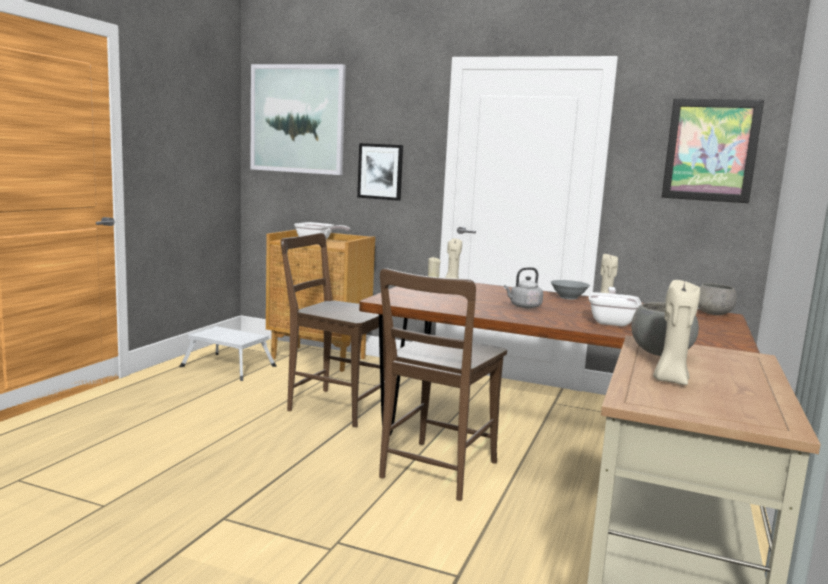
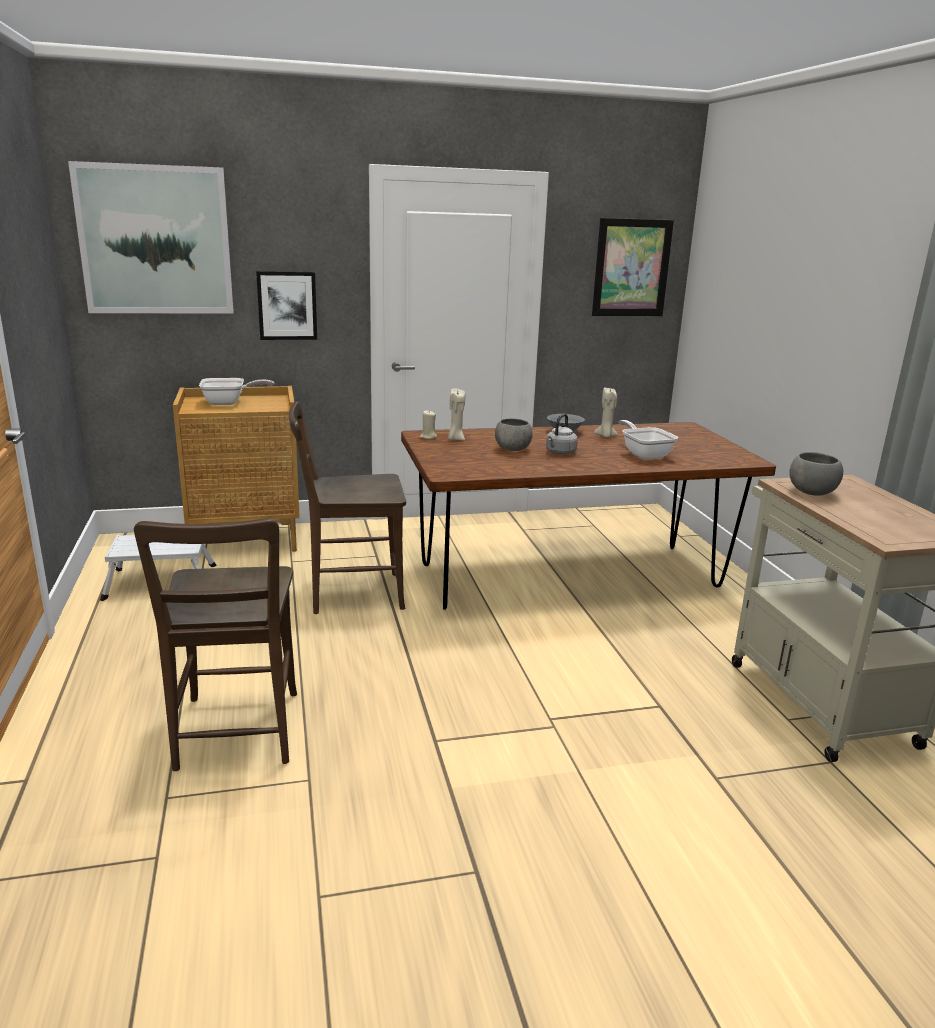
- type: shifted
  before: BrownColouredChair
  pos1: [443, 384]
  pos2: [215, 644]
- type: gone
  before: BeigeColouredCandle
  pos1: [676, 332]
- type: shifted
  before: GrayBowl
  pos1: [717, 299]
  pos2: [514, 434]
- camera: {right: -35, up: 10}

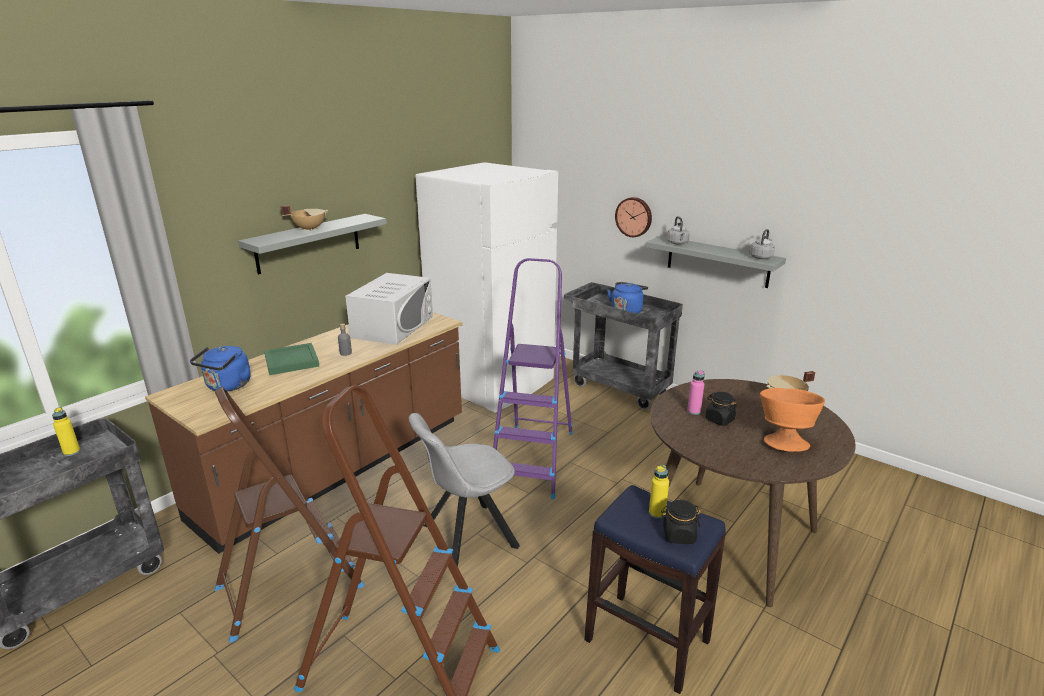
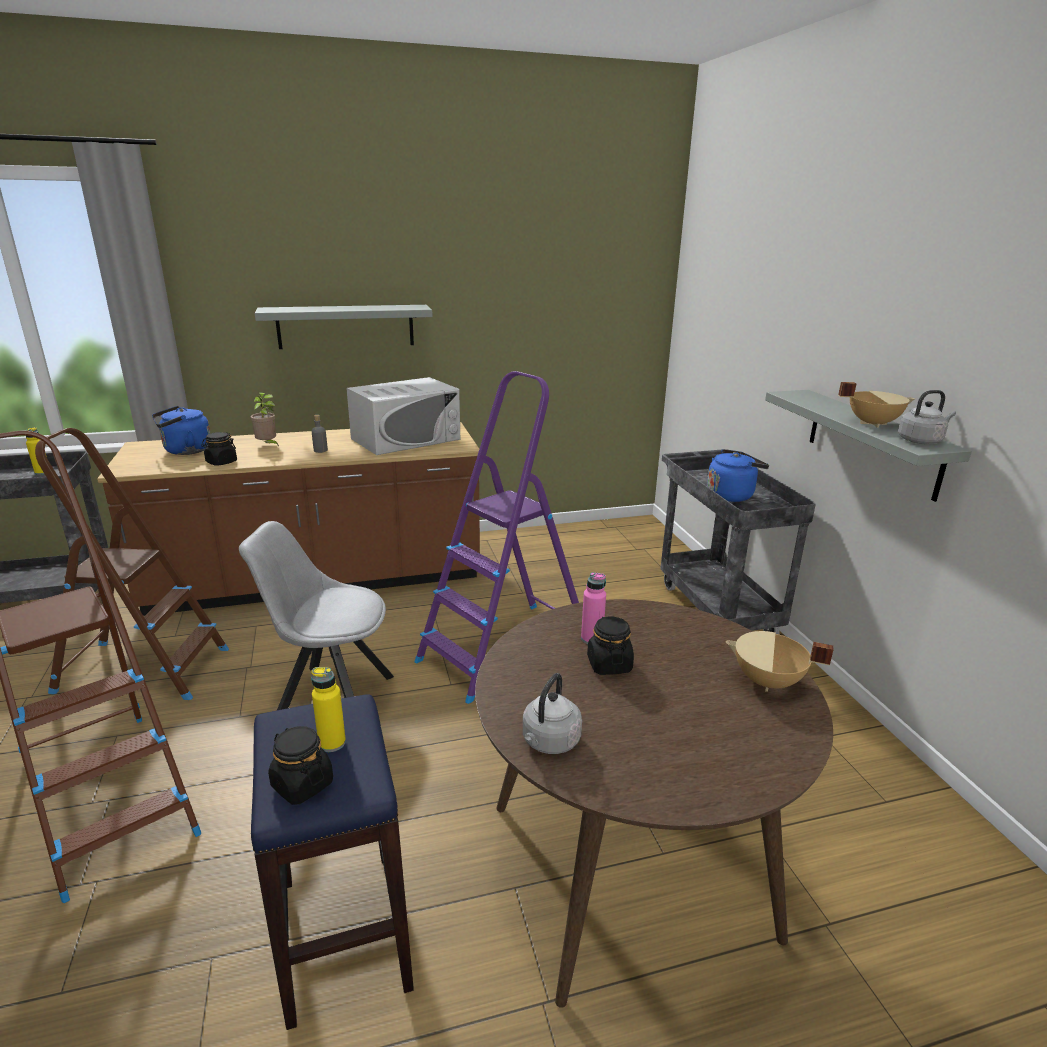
- type: swapped
  before: GreenishCarryingTray
  after: Houseplant
  pos1: [291, 359]
  pos2: [264, 419]
- type: shifted
  before: BeigeColouredStockpot
  pos1: [304, 218]
  pos2: [876, 405]
- type: gone
  before: WhitishRefrigerator
  pos1: [487, 287]
- type: gone
  before: WallClock
  pos1: [633, 217]
- type: shifted
  before: GrayWaterKettle
  pos1: [678, 230]
  pos2: [552, 713]
- type: gone
  before: OrangeColouredBowl
  pos1: [792, 420]
- type: new
  after: BlackColouredPreserveJar
  pos2: [219, 449]
- camera: {right: 35, up: 0}

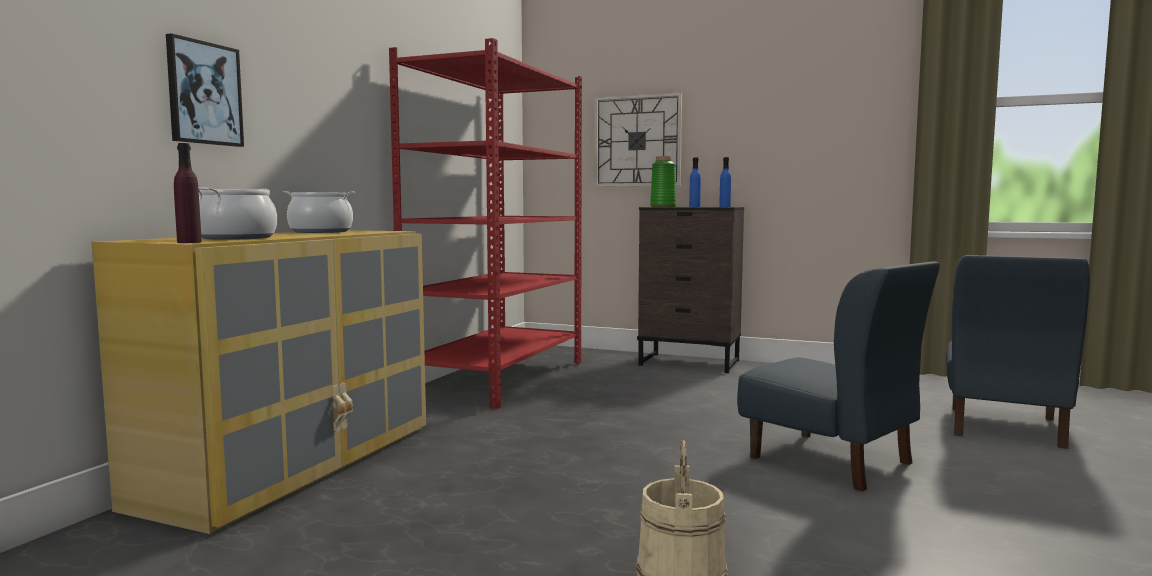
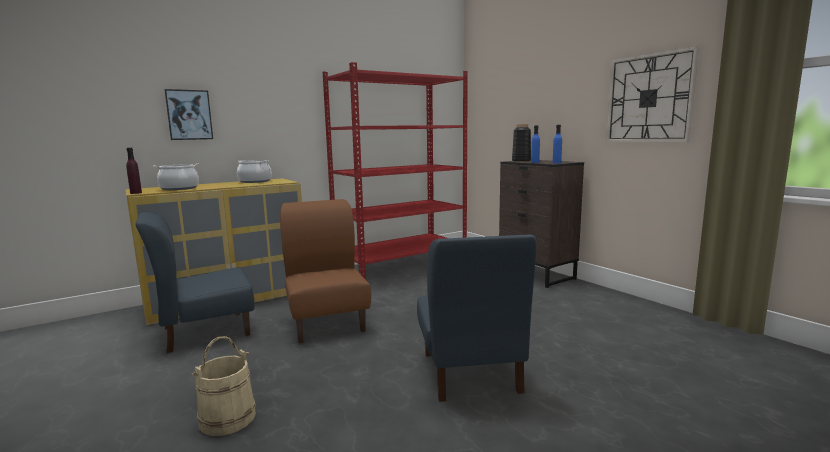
- type: shifted
  before: WallClock
  pos1: [638, 139]
  pos2: [652, 94]
- type: repainted
  before: GreenishFlowerVase
  after: BlackColouredFlowerVase
  pos1: [663, 181]
  pos2: [521, 143]
- type: shifted
  before: BlueChair
  pos1: [1018, 352]
  pos2: [195, 282]
- type: new
  after: BrownColouredChair
  pos2: [325, 271]
- camera: {right: 35, up: 5}

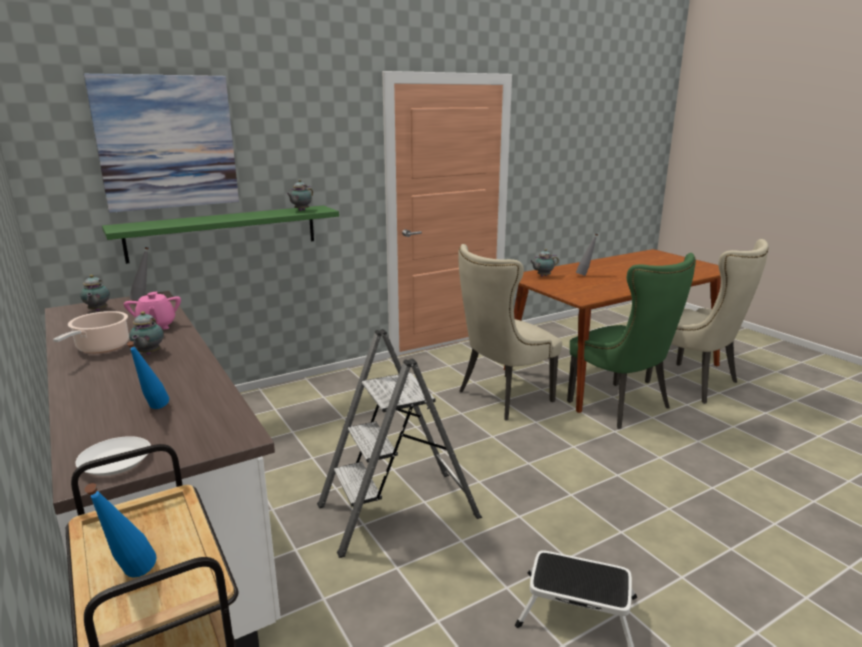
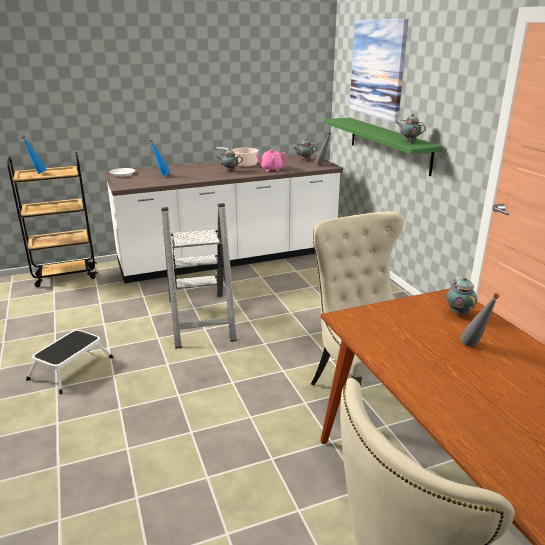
- type: gone
  before: GreenishChair
  pos1: [631, 341]
- camera: {right: 100, up: 5}

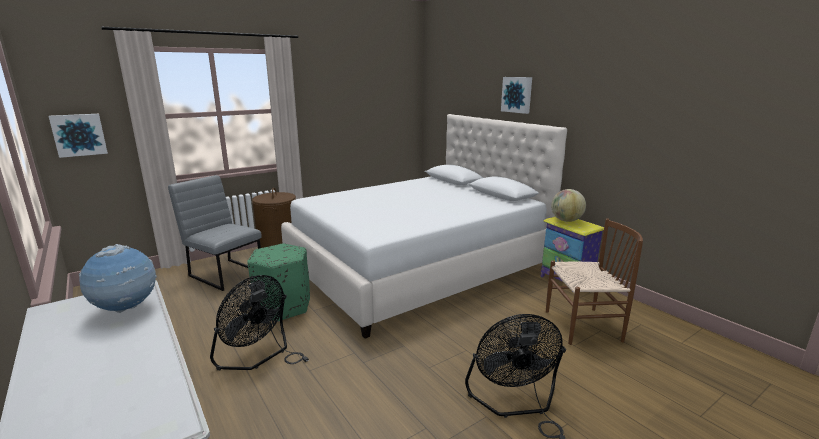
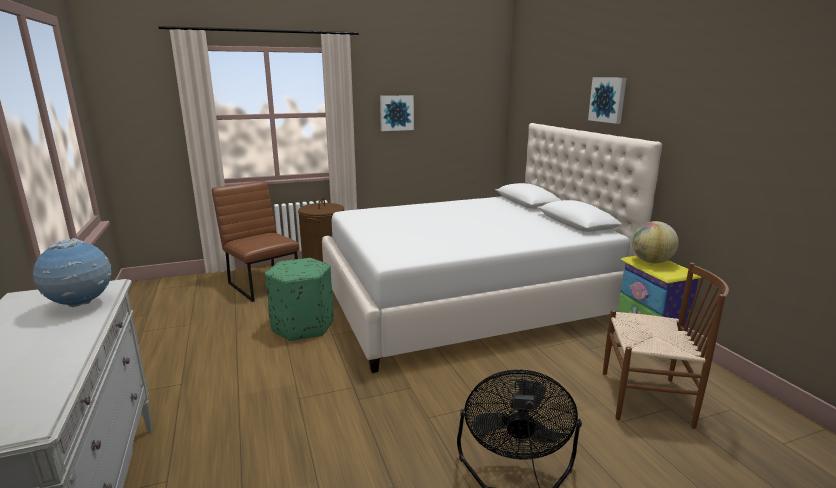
- type: shifted
  before: WallPicture
  pos1: [78, 136]
  pos2: [397, 113]
- type: repainted
  before: GrayChair
  after: BrownColouredChair
  pos1: [215, 233]
  pos2: [255, 241]
- type: gone
  before: BlackColouredElectricFan
  pos1: [259, 322]
- camera: {right: 15, up: 0}

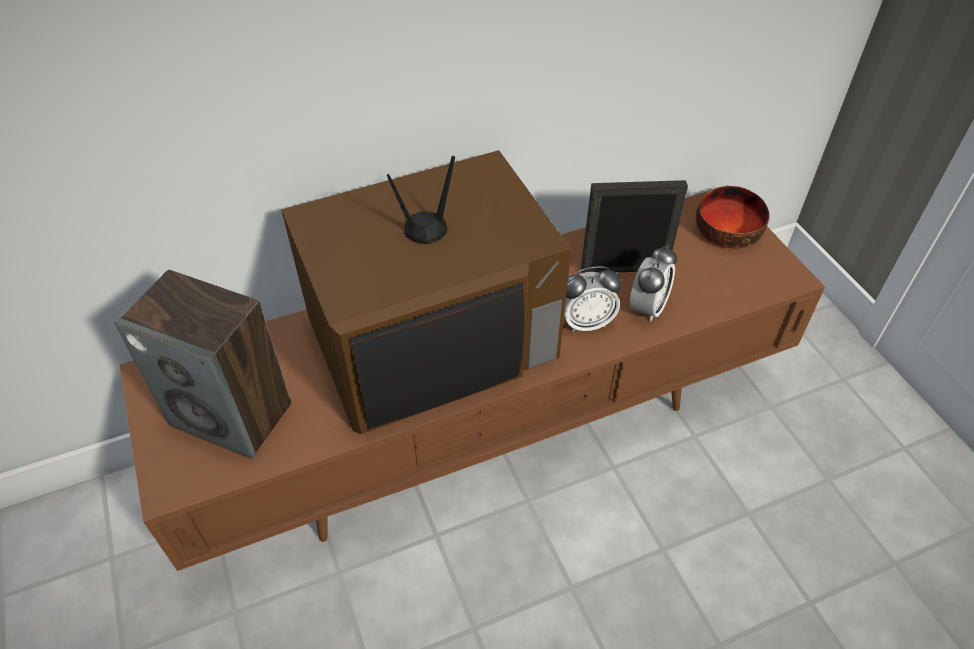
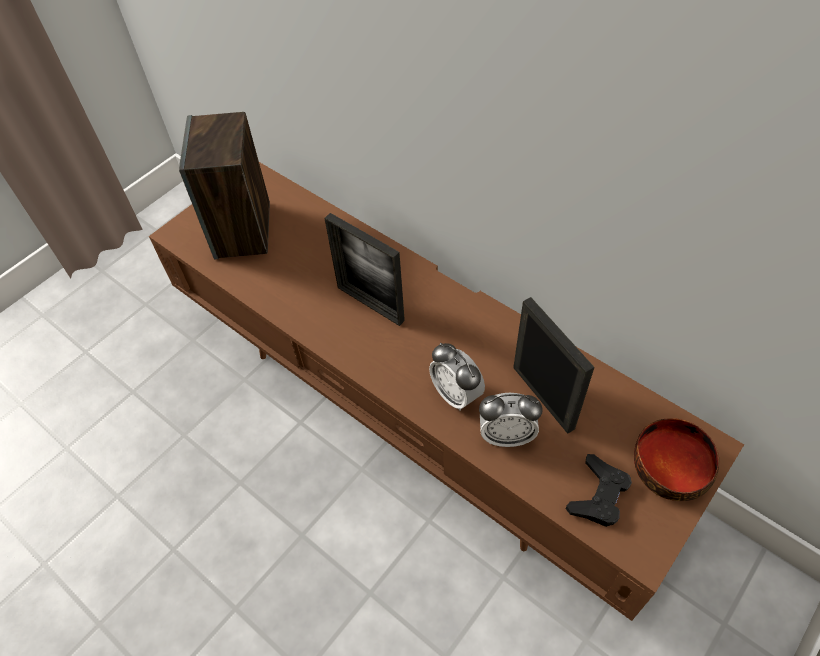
- type: swapped
  before: Television
  after: PhotoFrame
  pos1: [426, 292]
  pos2: [364, 269]
- type: new
  after: BlackColouredGamepad
  pos2: [599, 490]
- camera: {right: 65, up: 5}

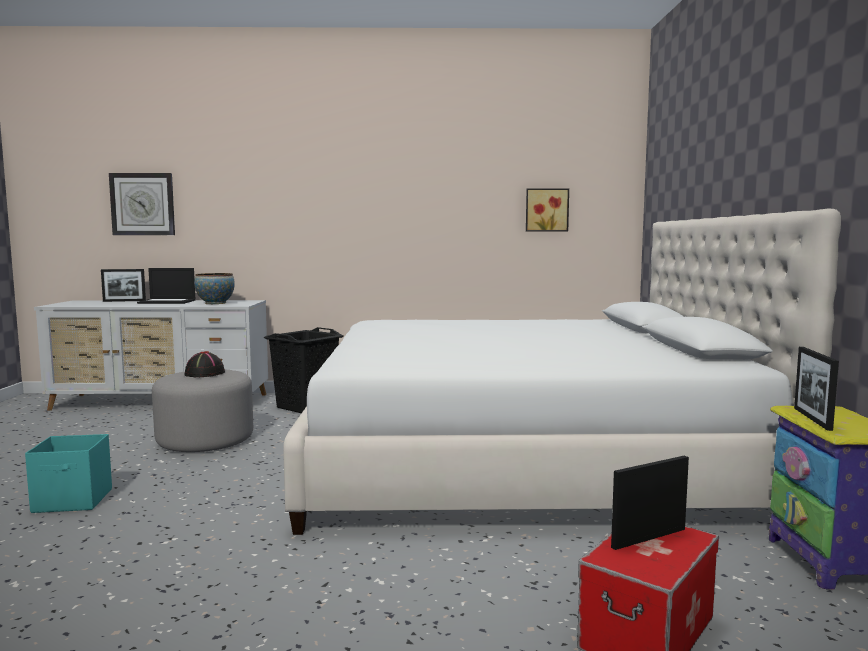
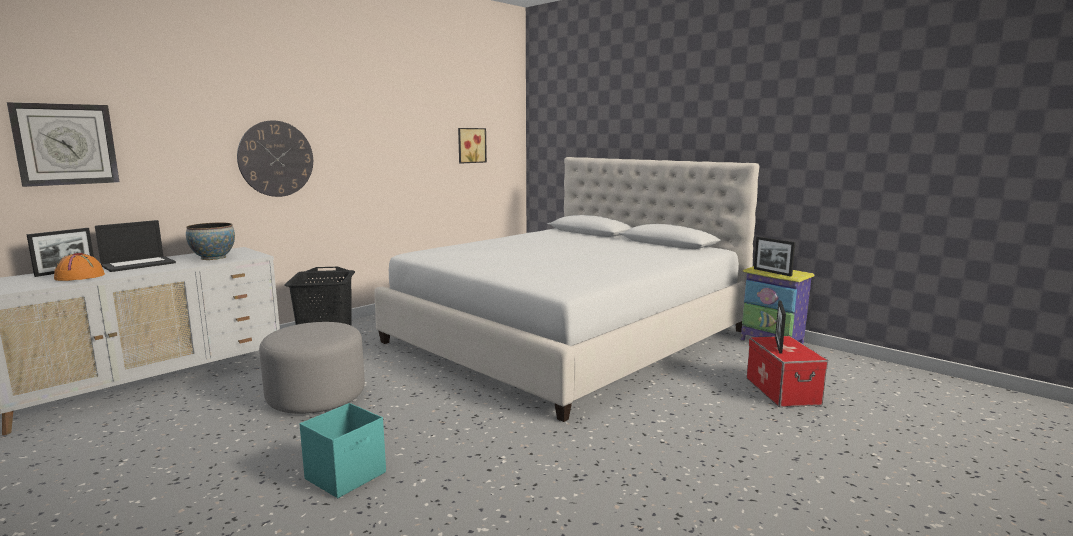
- type: gone
  before: BlackColouredClothingHat
  pos1: [204, 364]
- type: new
  after: OrangeColouredClothingHat
  pos2: [79, 267]
- type: new
  after: WallClock
  pos2: [275, 159]
- camera: {right: -45, up: 5}

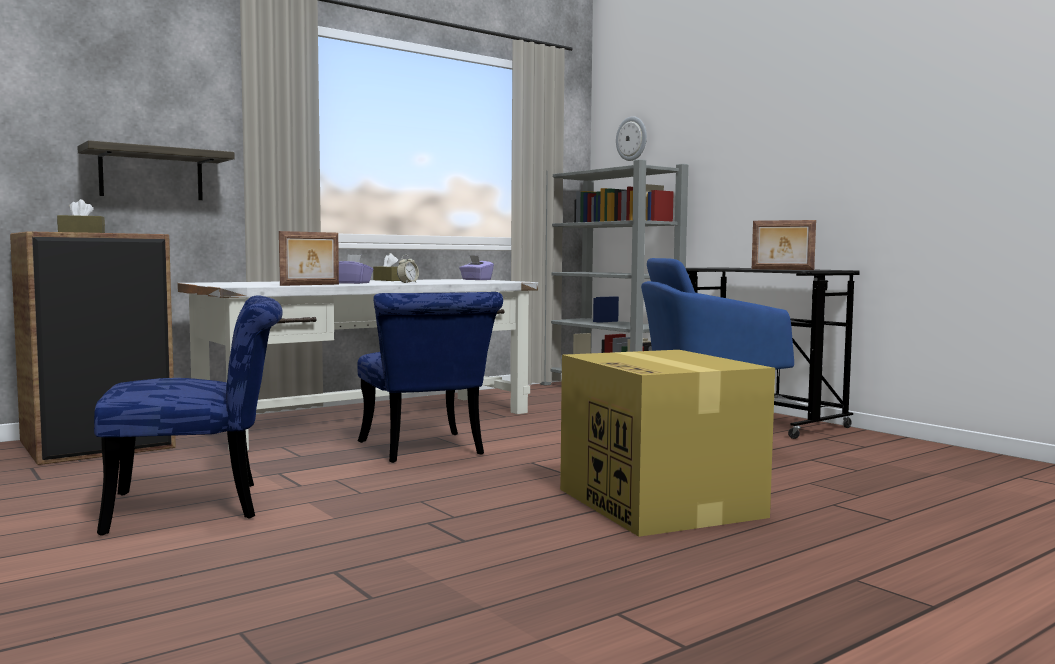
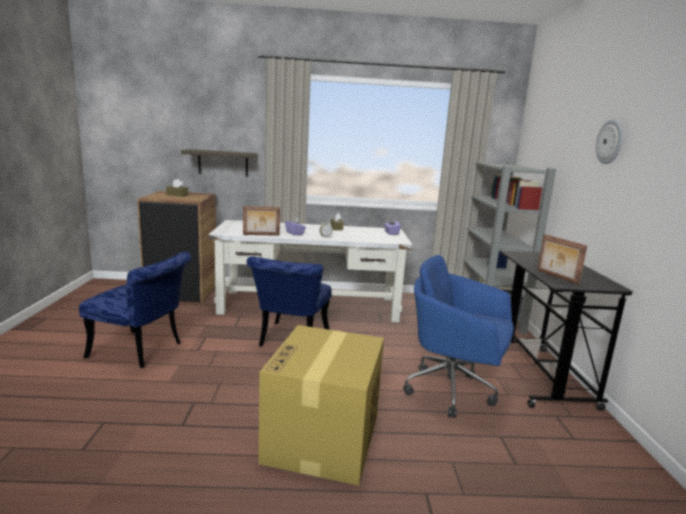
- type: shifted
  before: WallClock
  pos1: [631, 138]
  pos2: [609, 141]
- camera: {right: 35, up: 10}

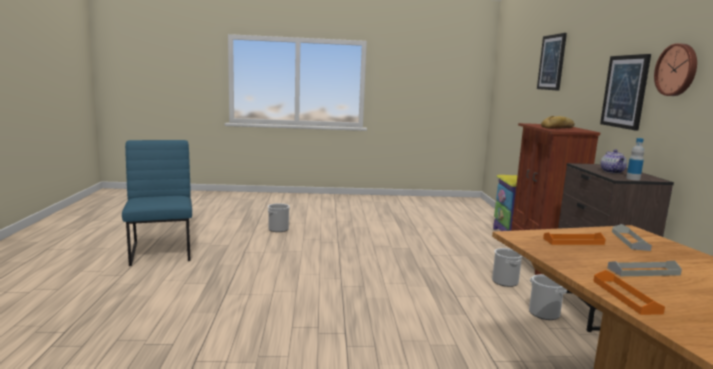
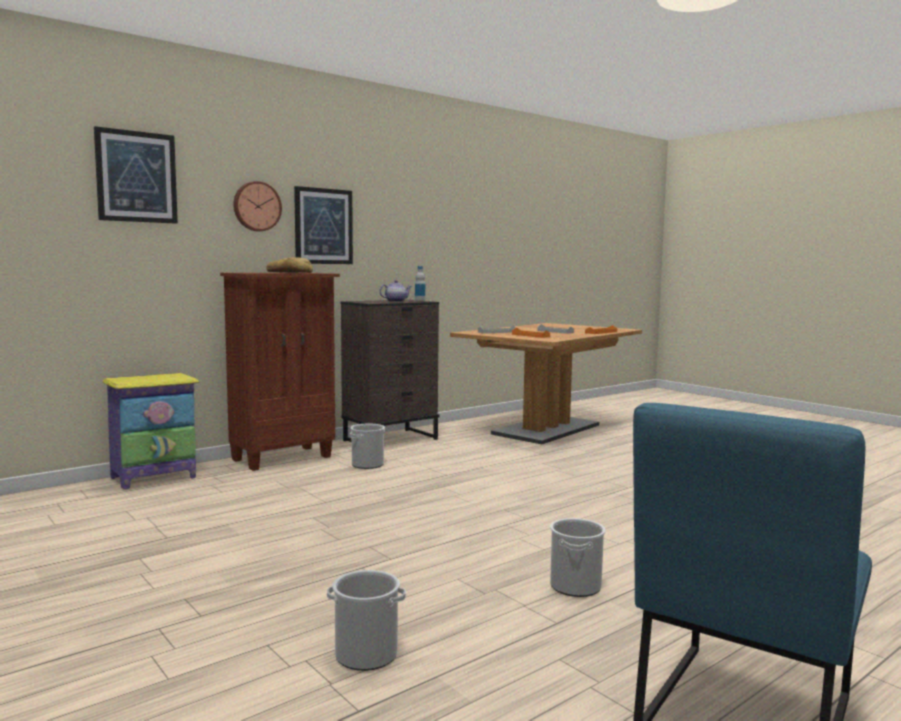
- type: shifted
  before: Bucket
  pos1: [548, 297]
  pos2: [578, 557]
- type: shifted
  before: WallClock
  pos1: [675, 69]
  pos2: [257, 206]
- camera: {right: -125, up: -5}

